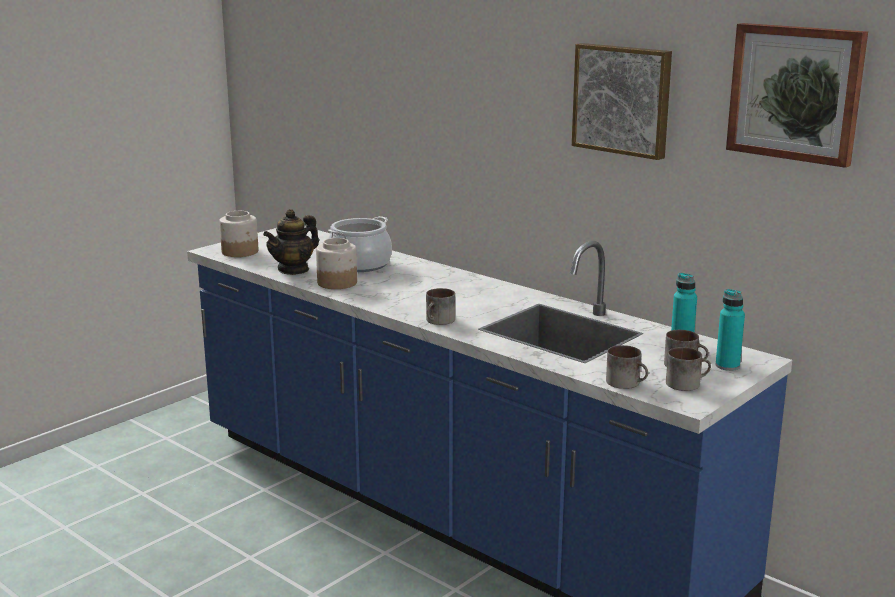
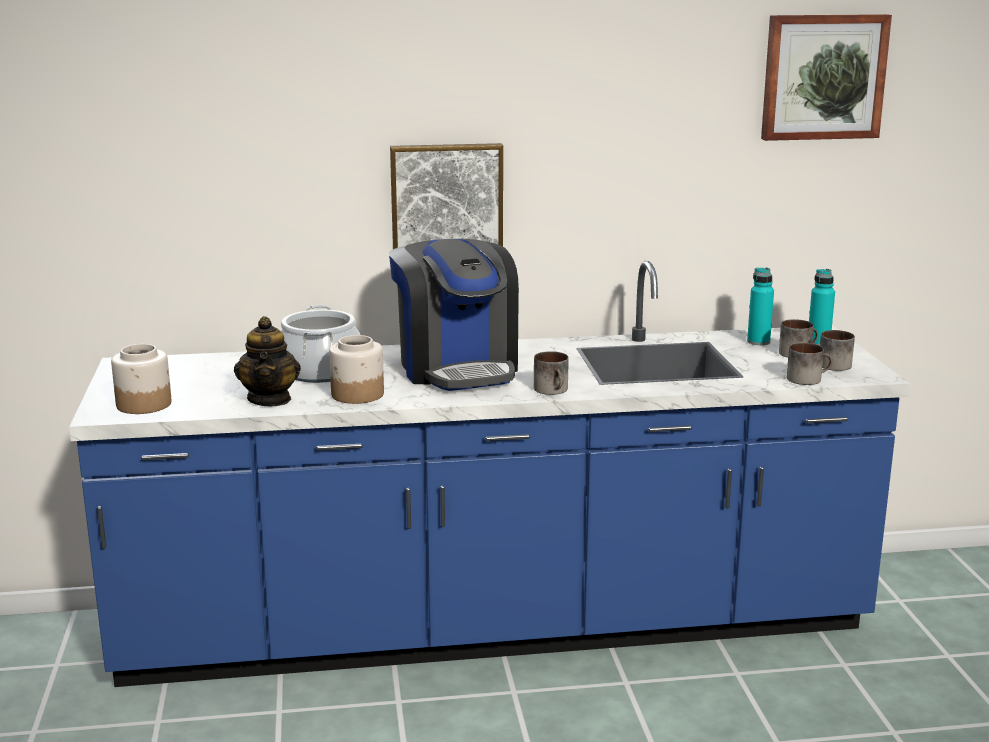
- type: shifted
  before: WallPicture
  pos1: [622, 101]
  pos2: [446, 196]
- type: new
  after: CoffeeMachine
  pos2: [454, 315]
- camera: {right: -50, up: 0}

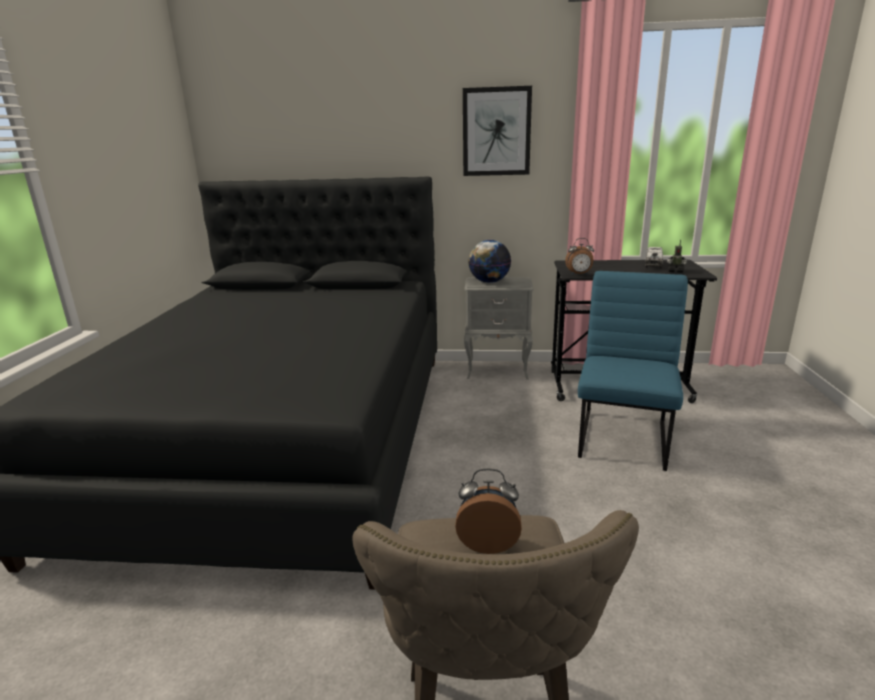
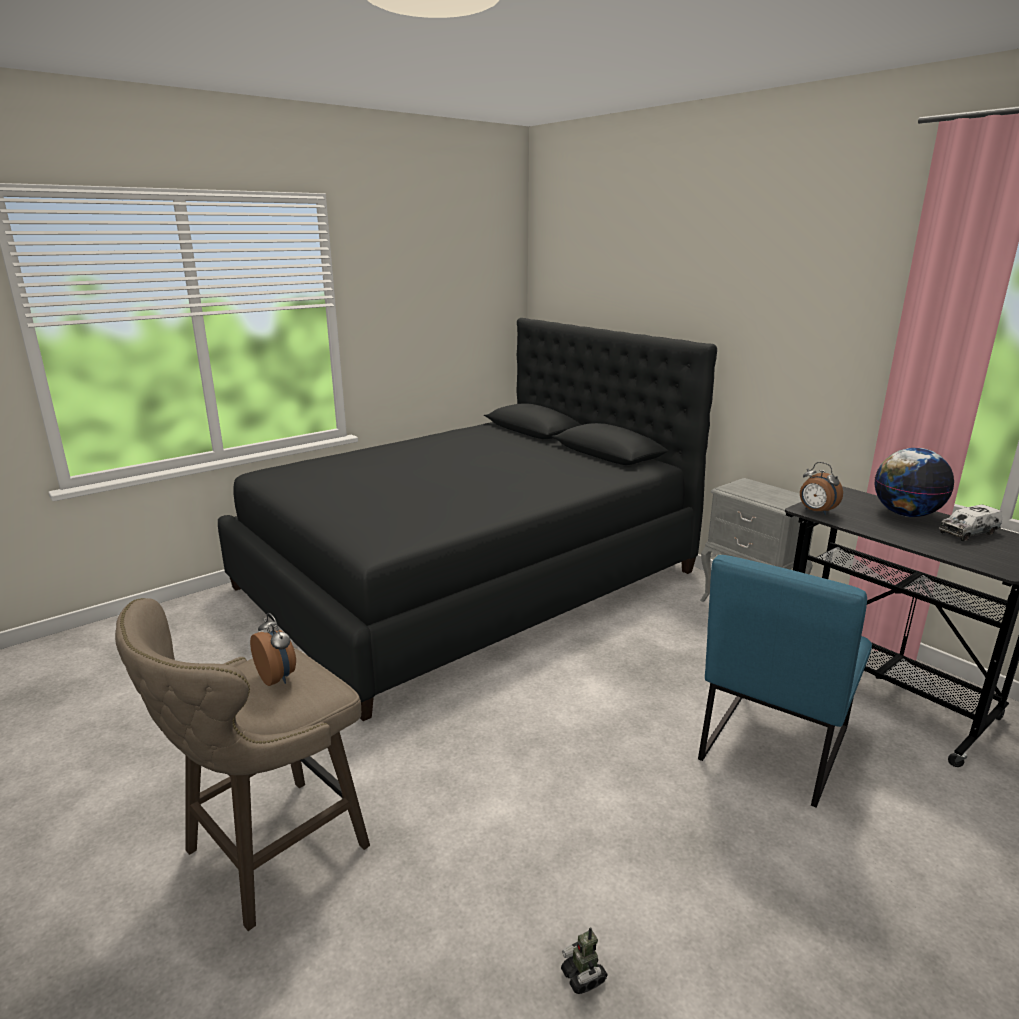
- type: gone
  before: WallPicture
  pos1: [497, 131]
- type: shifted
  before: Globe
  pos1: [489, 261]
  pos2: [914, 482]
- type: rotated
  before: BlueChair
  pos1: [633, 371]
  pos2: [785, 681]
  turn: 150
- type: shifted
  before: ModelRobot
  pos1: [677, 256]
  pos2: [584, 961]
- camera: {right: 45, up: 0}

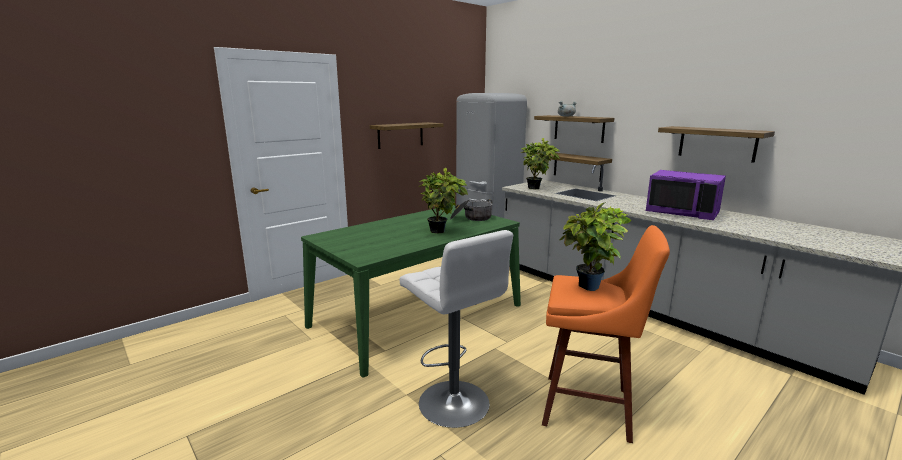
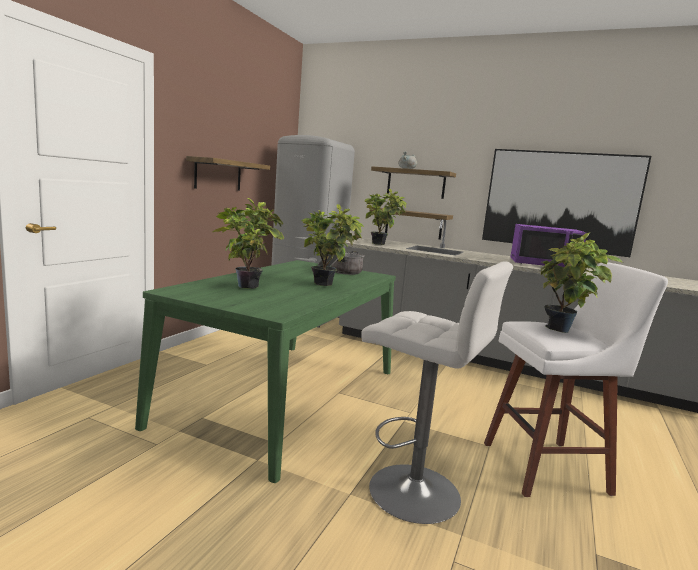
- type: repainted
  before: OrangeColouredSittingStool
  after: WhitishSittingStool
  pos1: [606, 334]
  pos2: [576, 379]
- type: swapped
  before: WallShelf
  after: WallPicture
  pos1: [716, 144]
  pos2: [566, 203]
- type: new
  after: Houseplant
  pos2: [248, 243]
- camera: {right: -25, up: -5}

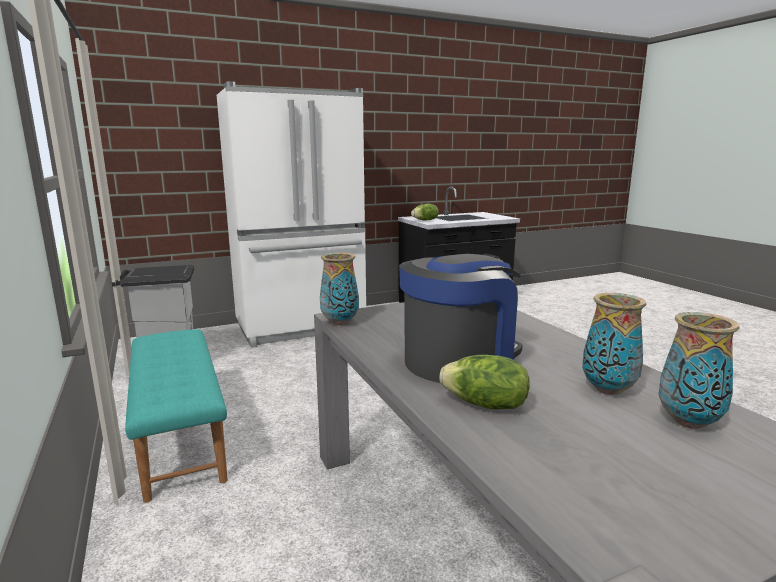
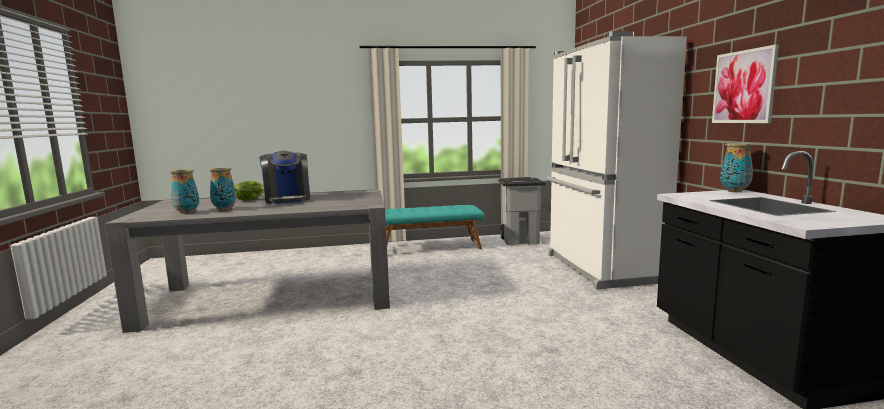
- type: shifted
  before: FlowerVase
  pos1: [339, 288]
  pos2: [736, 167]
- type: gone
  before: Lettuce
  pos1: [425, 212]
- type: new
  after: WallPicture
  pos2: [745, 83]
- camera: {right: 105, up: -5}

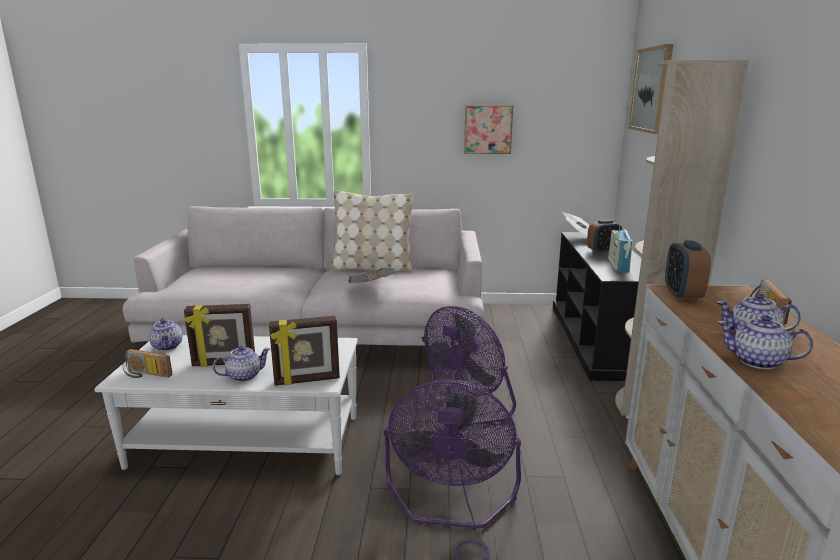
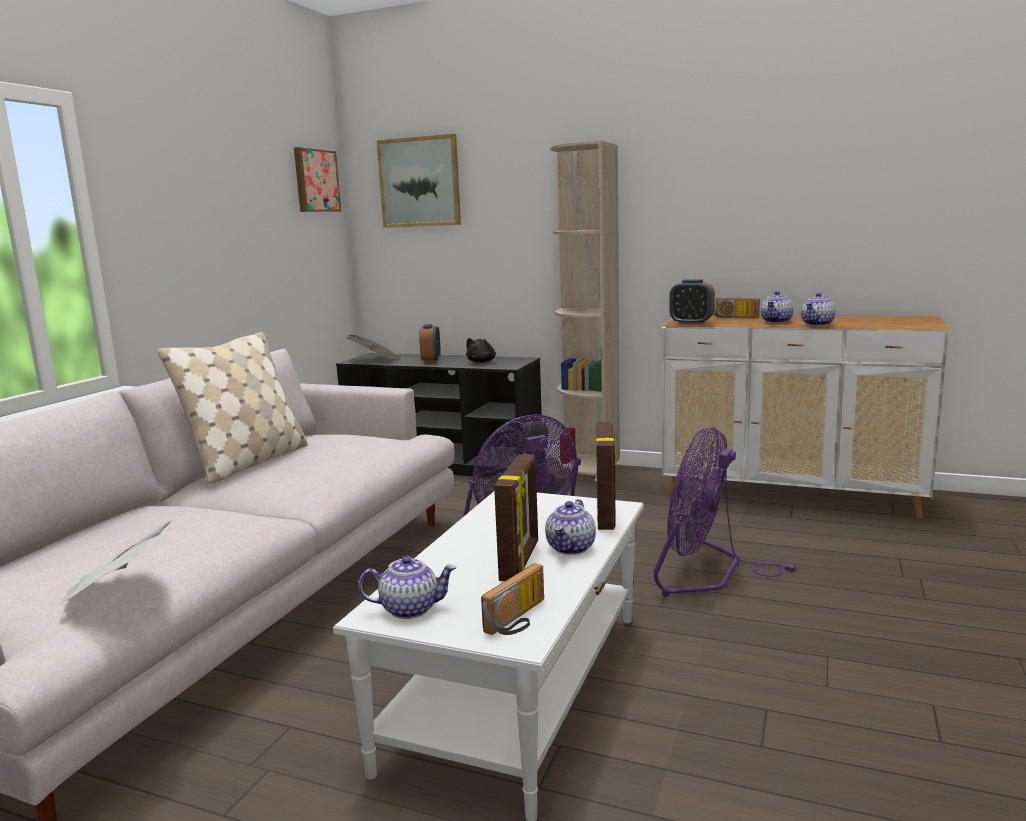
- type: rotated
  before: PotForTea
  pos1: [241, 364]
  pos2: [570, 527]
  turn: -150
- type: shifted
  before: Newspaper
  pos1: [371, 275]
  pos2: [116, 562]
- type: shifted
  before: WallPicture
  pos1: [488, 129]
  pos2: [317, 179]
- type: swapped
  before: RadioSet
  after: BlackColouredSoftToy
  pos1: [620, 248]
  pos2: [481, 350]
- camera: {right: -70, up: -5}

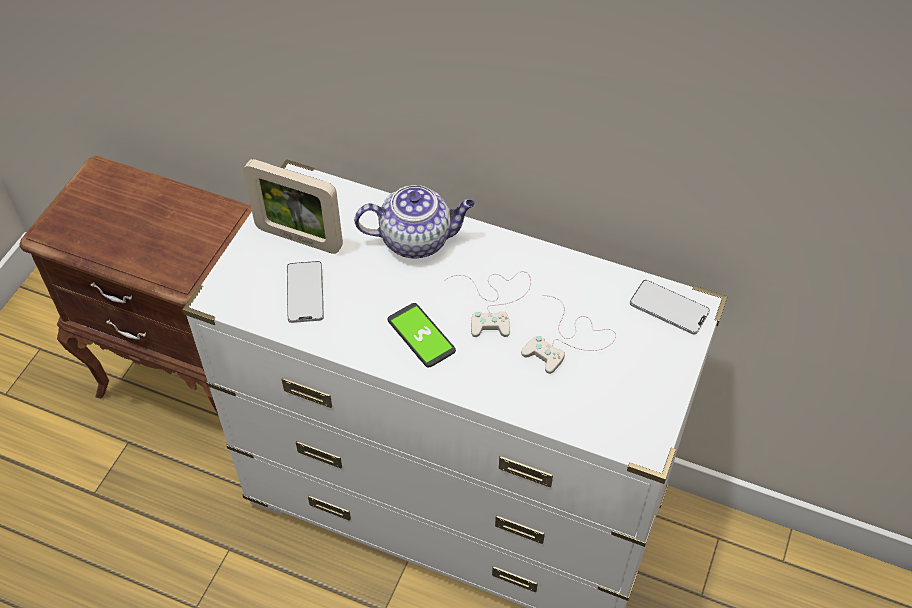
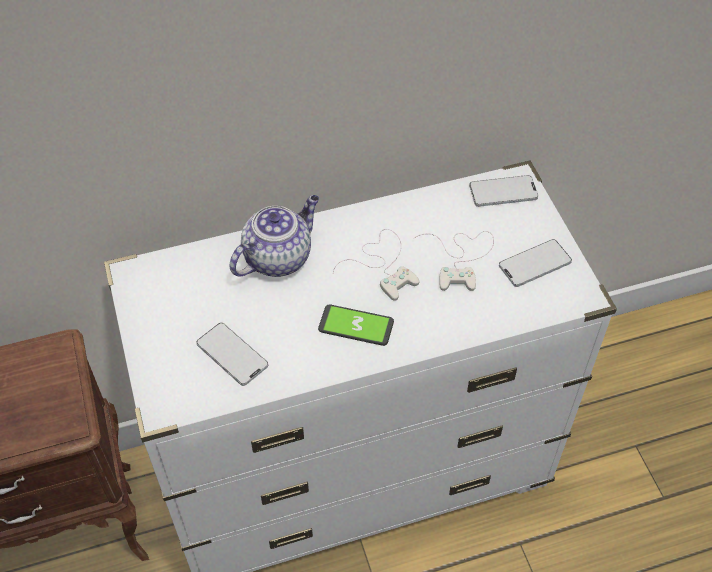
- type: gone
  before: PhotoFrame
  pos1: [293, 206]
- type: new
  after: Phone
  pos2: [535, 263]
- camera: {right: -40, up: 0}

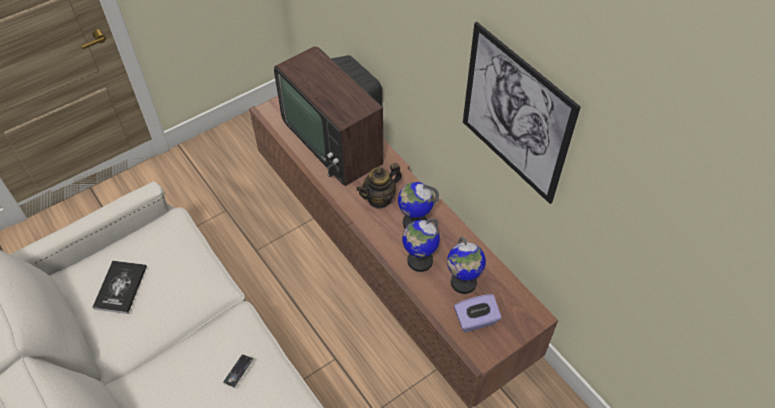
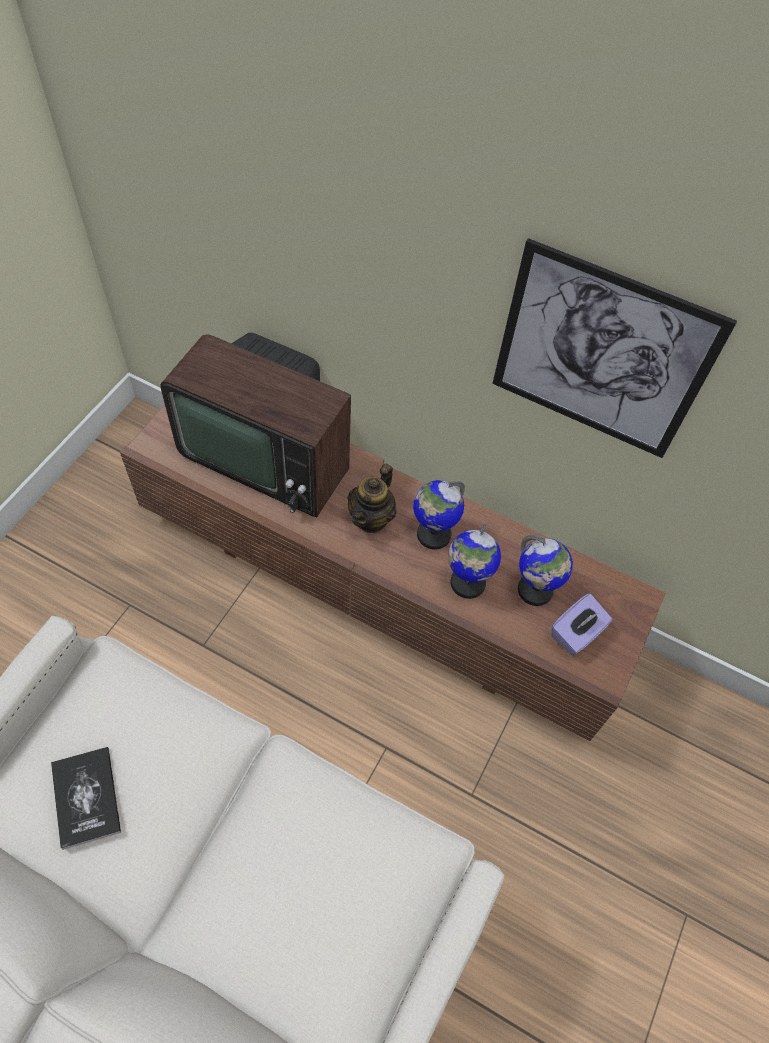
- type: gone
  before: Phone
  pos1: [238, 371]
- camera: {right: -30, up: 5}

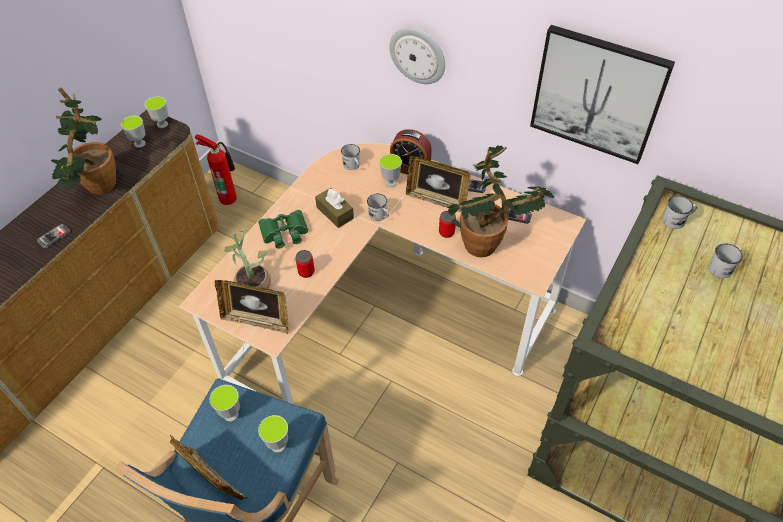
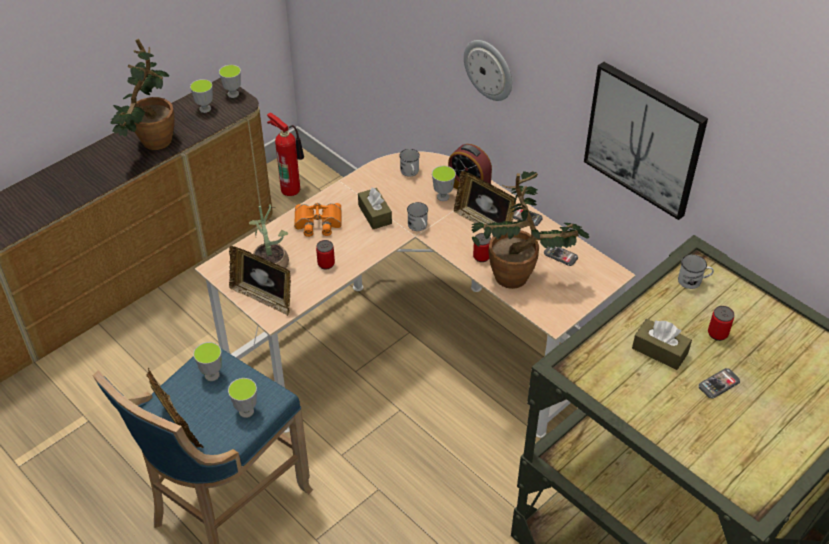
- type: shifted
  before: Phone
  pos1: [53, 236]
  pos2: [719, 383]
- type: repainted
  before: GreenishPairOfBinoculars
  after: OrangeColouredPairOfBinoculars
  pos1: [283, 229]
  pos2: [318, 220]
- type: swapped
  before: WhitishMug
  after: SealedCan
  pos1: [725, 260]
  pos2: [721, 323]
- type: new
  after: BrownColouredTissueBox
  pos2: [662, 344]
- camera: {right: 15, up: -5}

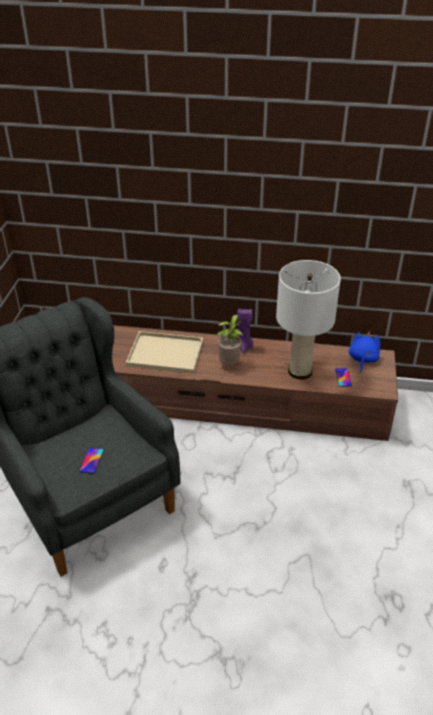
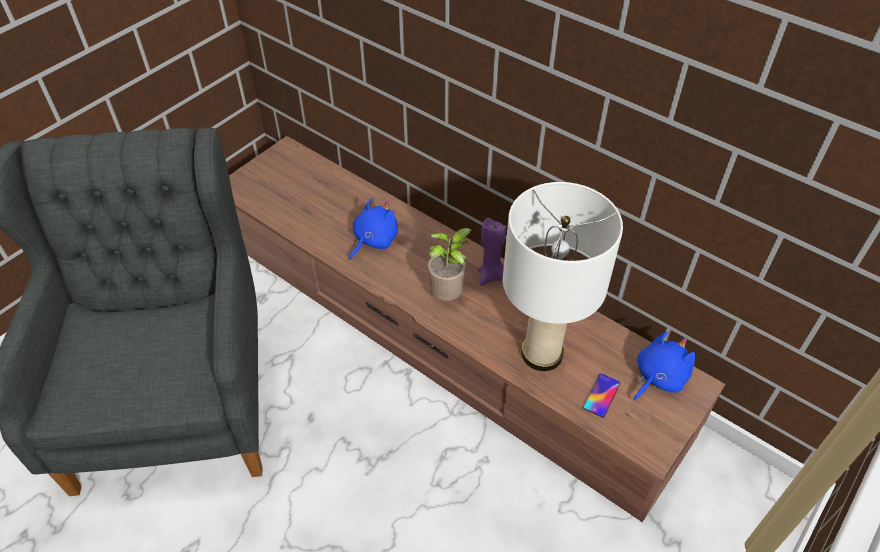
- type: gone
  before: Phone
  pos1: [91, 461]
- type: swapped
  before: BeigeColouredCarryingTray
  after: BlueSoftToy
  pos1: [164, 352]
  pos2: [373, 229]
- camera: {right: 30, up: 10}

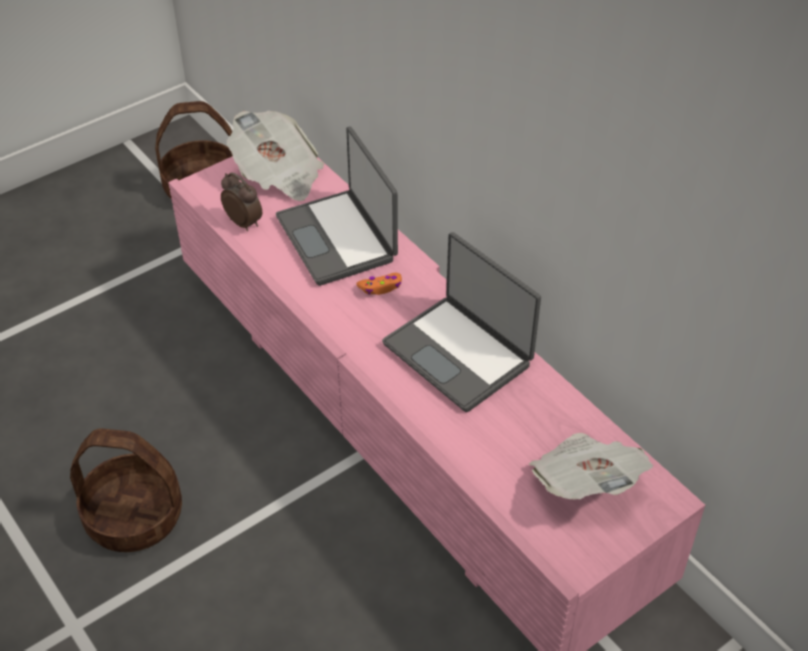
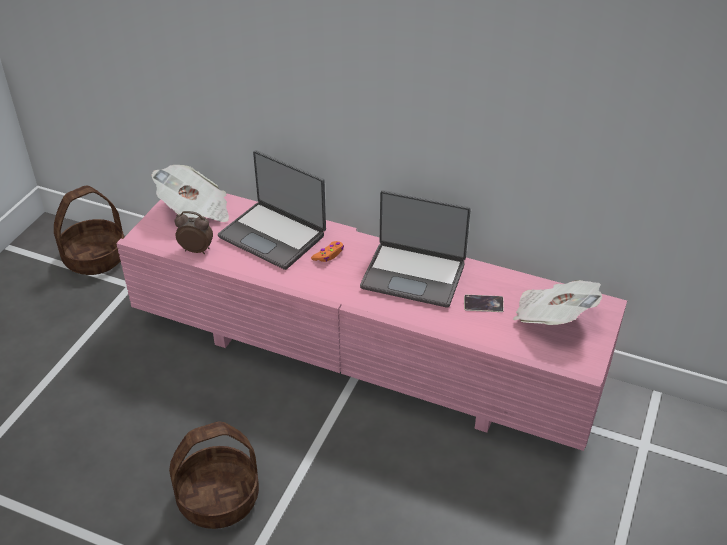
- type: new
  after: Phone
  pos2: [484, 303]
- camera: {right: -30, up: -5}

